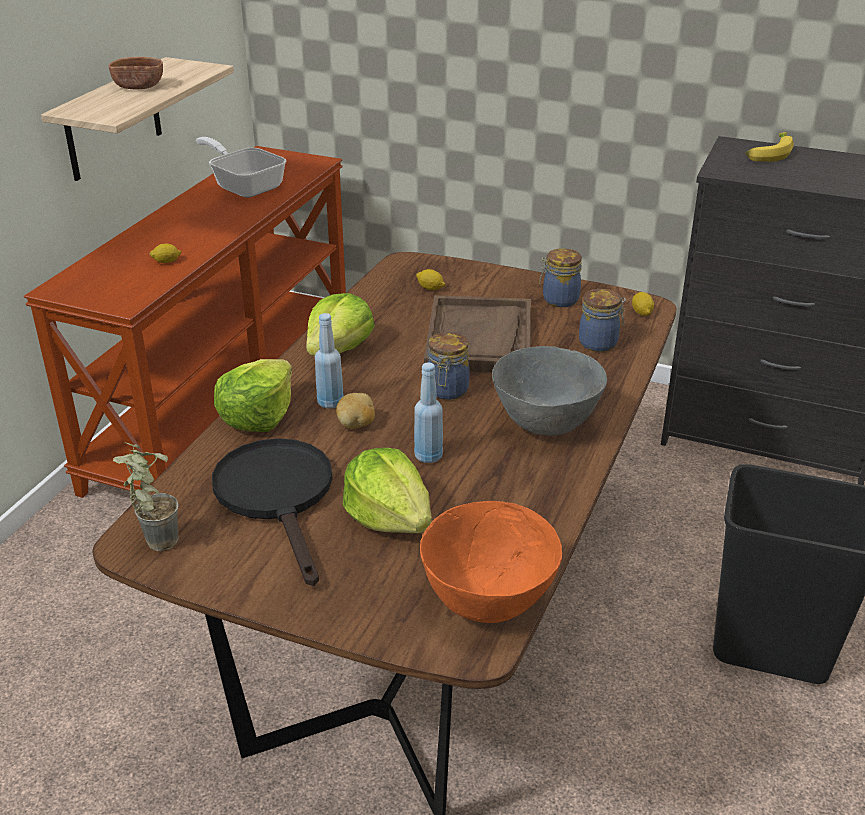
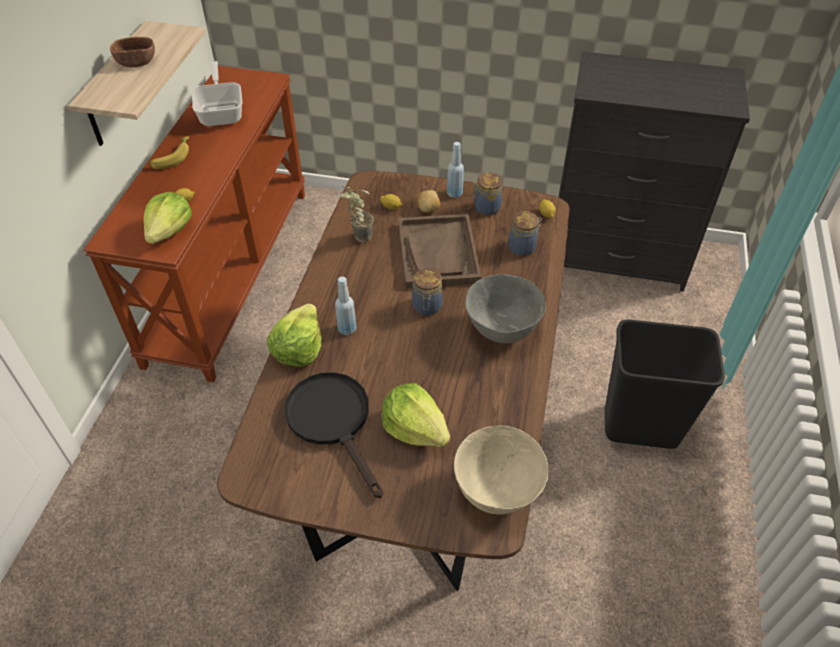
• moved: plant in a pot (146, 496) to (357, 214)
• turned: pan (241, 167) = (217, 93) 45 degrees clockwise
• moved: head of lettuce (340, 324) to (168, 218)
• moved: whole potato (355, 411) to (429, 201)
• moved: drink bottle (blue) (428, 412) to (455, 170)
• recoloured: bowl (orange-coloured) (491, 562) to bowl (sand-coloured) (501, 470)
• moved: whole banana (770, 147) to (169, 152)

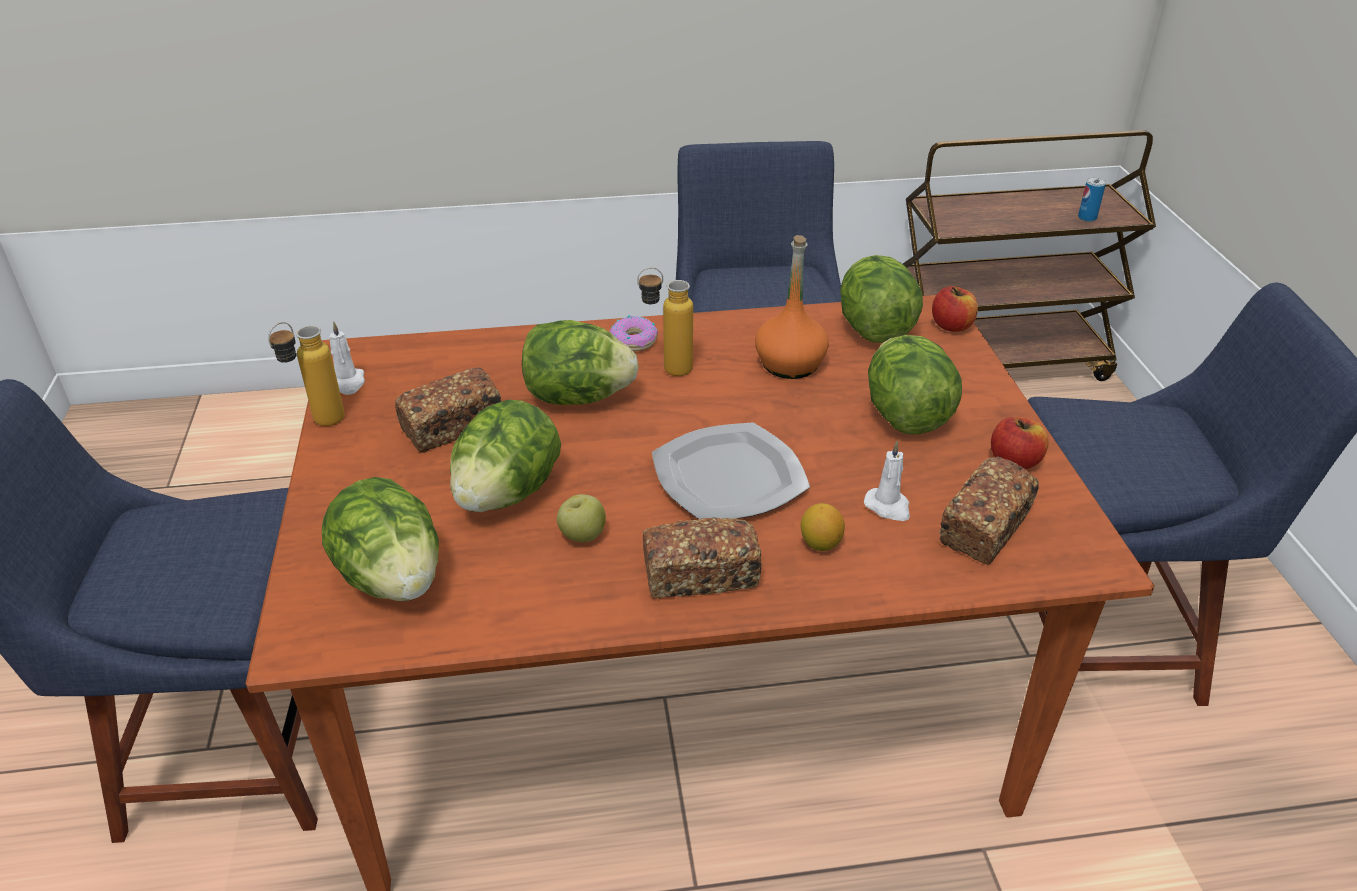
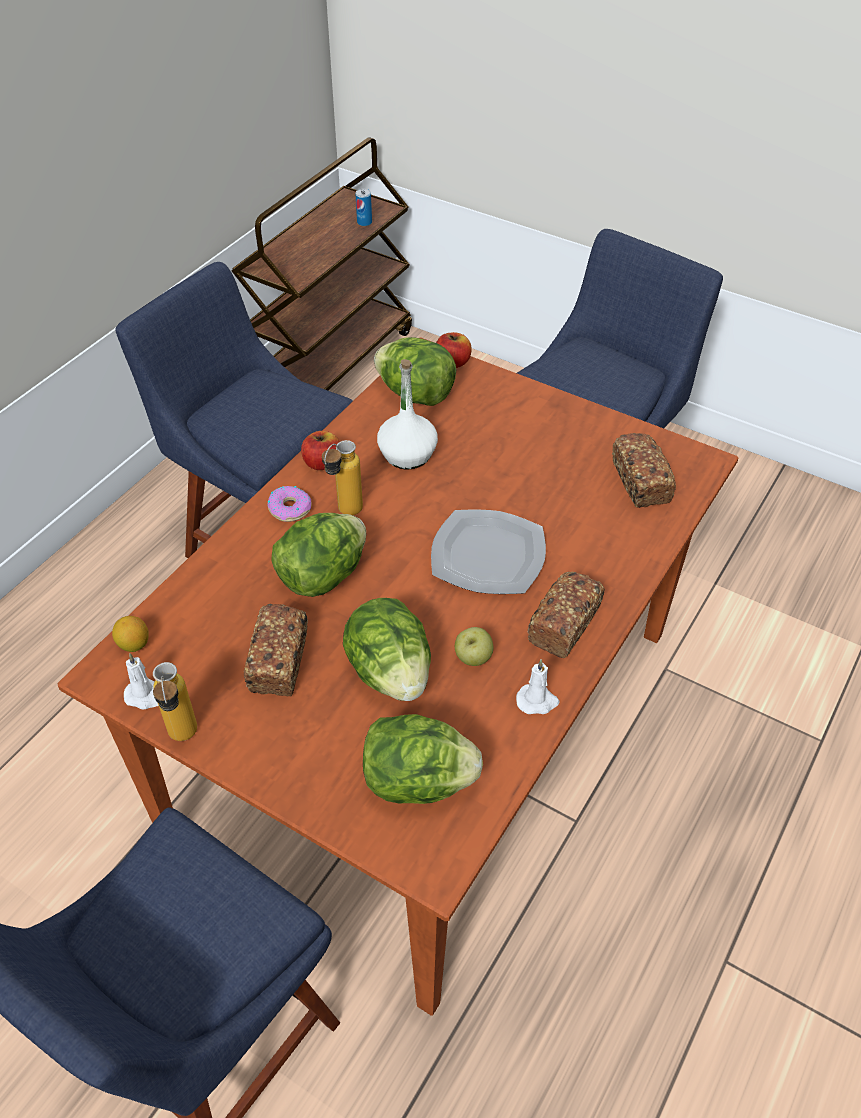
• recoloured: drink bottle (orange-coloured) (792, 307) to drink bottle (whitish) (407, 414)
• moved: lemon (822, 527) to (130, 634)
• moved: candle (whitish) (887, 481) to (538, 686)
• removed: head of lettuce (915, 385)
• moved: apple (1020, 443) to (320, 450)

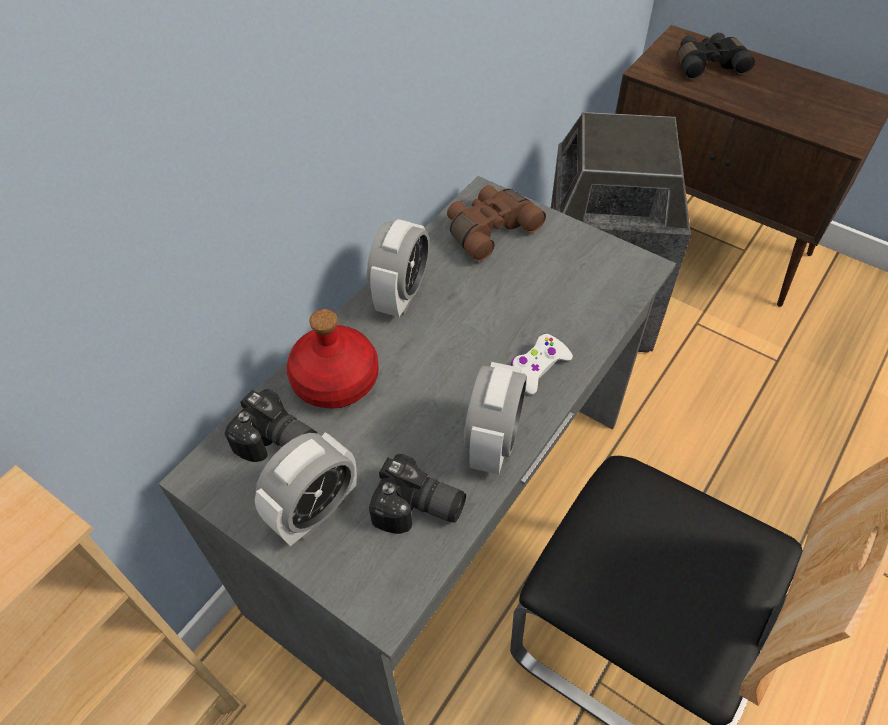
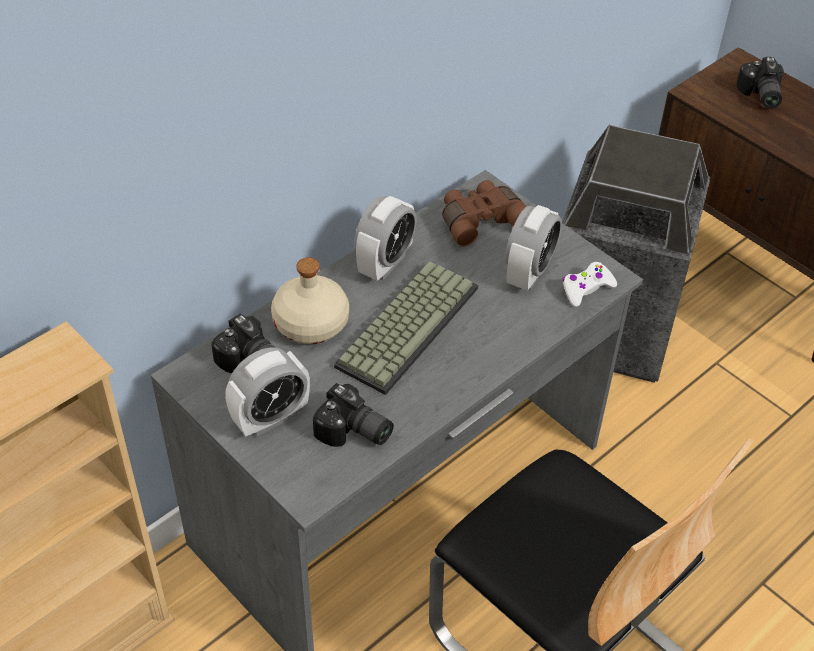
• recoloured: drink bottle (red) (333, 358) to drink bottle (sand-coloured) (310, 300)
• moved: alarm clock (495, 418) to (533, 248)
• moved: gamepad (whitish) (542, 364) to (590, 284)
• replaced: binoculars (black) (716, 56) to still camera (760, 83)
• added: keyboard (406, 328)

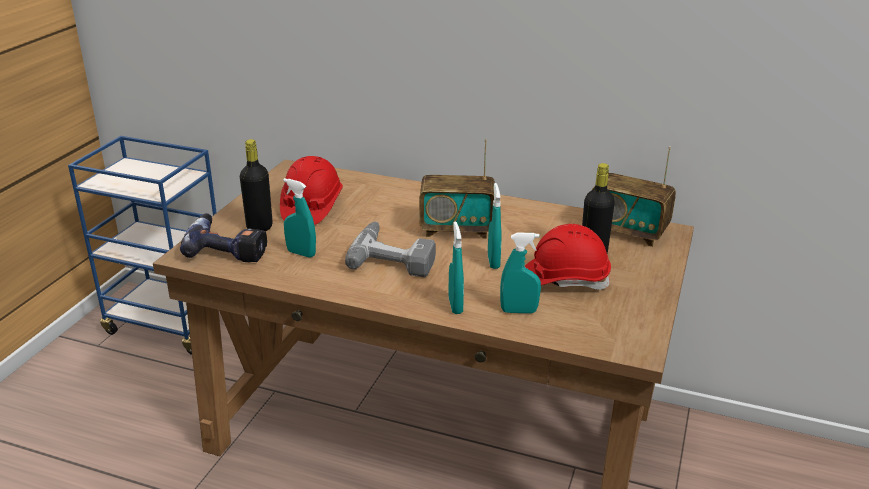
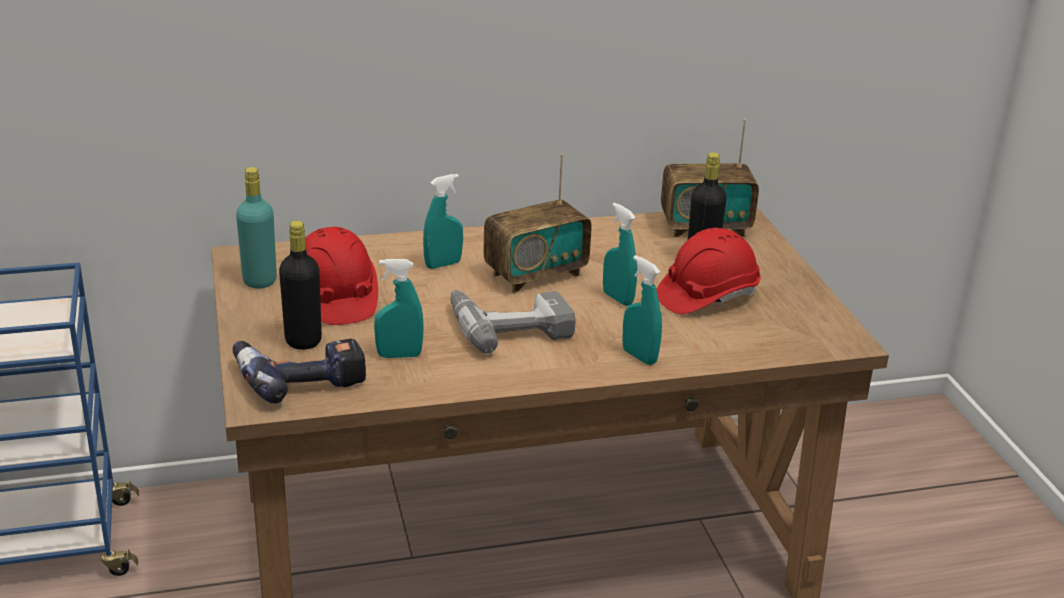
• moved: sprayer (turquoise) (520, 273) to (443, 221)
• added: drink bottle (turquoise) (256, 228)

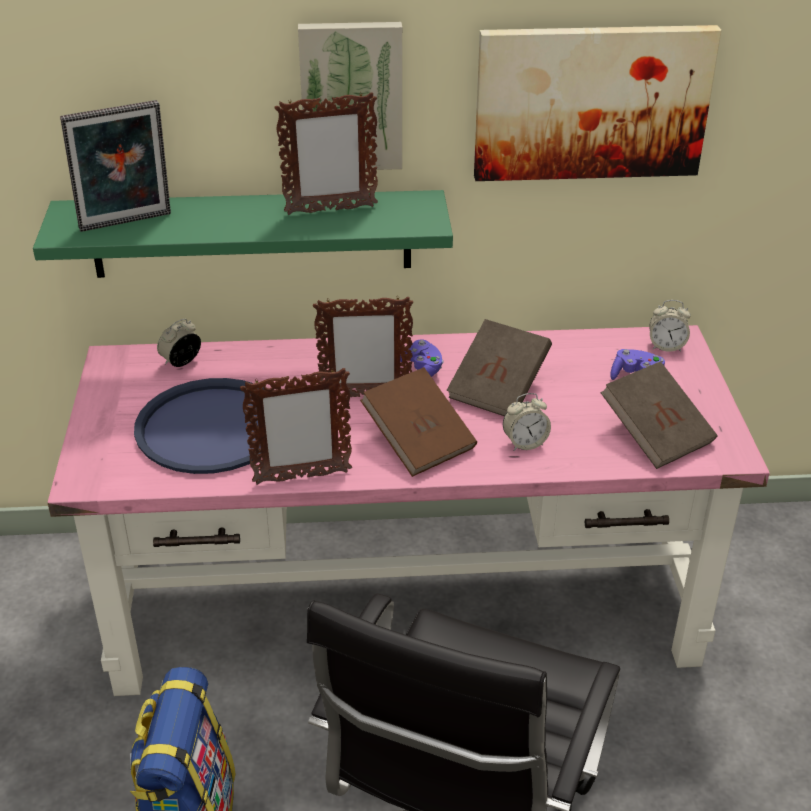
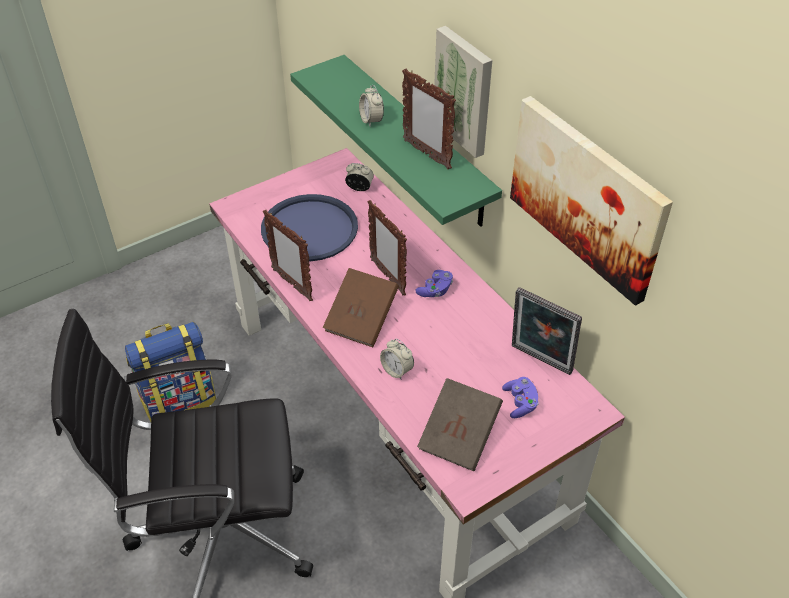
• moved: standing frame (115, 166) to (547, 331)
• removed: book (brownish) (499, 367)
• moved: alarm clock (670, 326) to (371, 105)

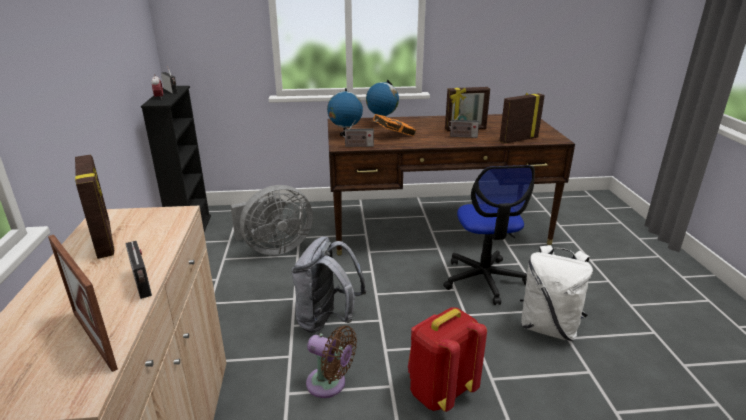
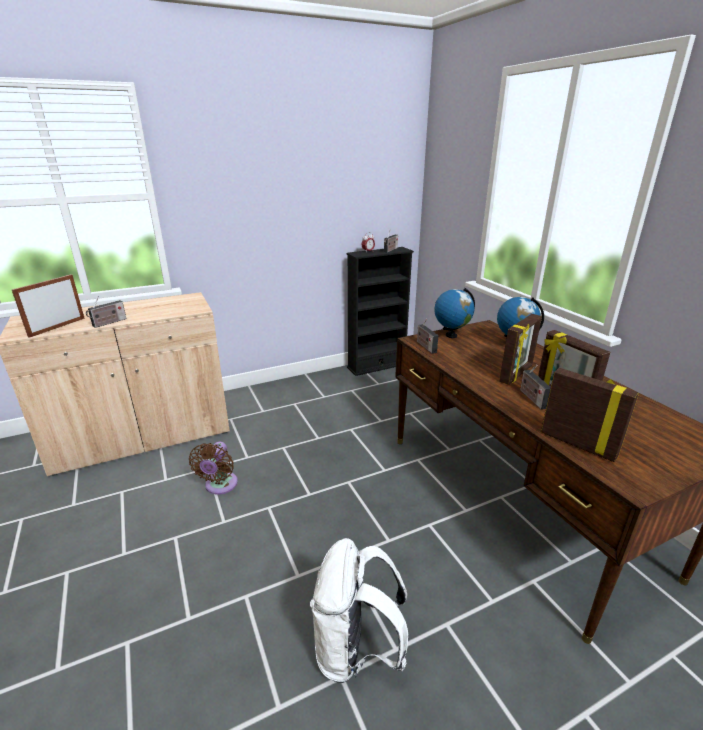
• moved: standing frame (95, 207) to (520, 349)
• removed: fan (greyish) (271, 220)
• removed: knapsack (greyish) (328, 284)
• removed: book (orange-coloured) (394, 125)
• removed: knapsack (red) (447, 359)
• removed: computer chair (489, 235)

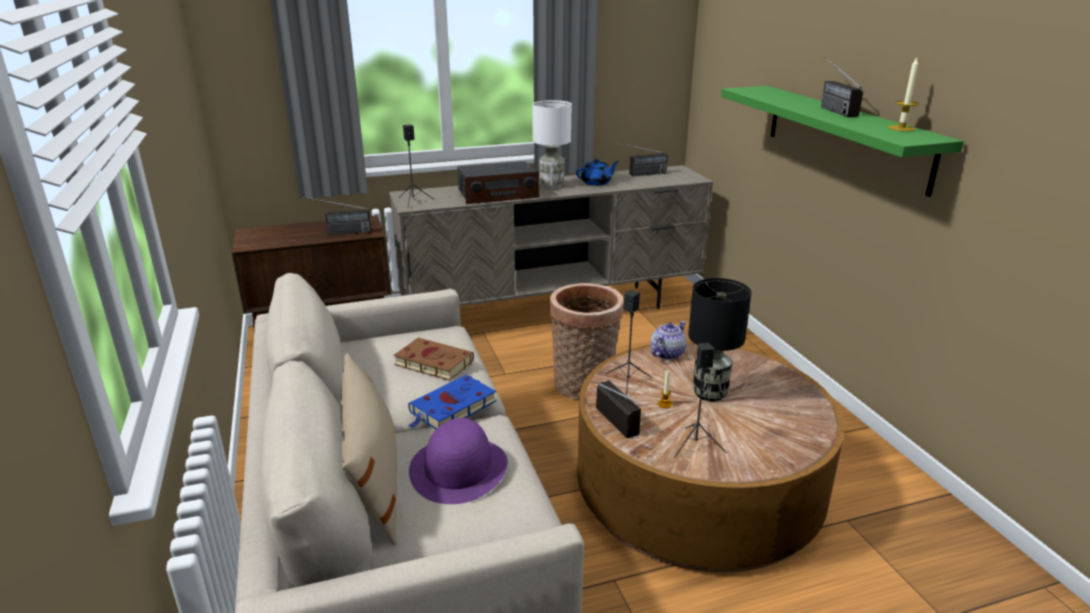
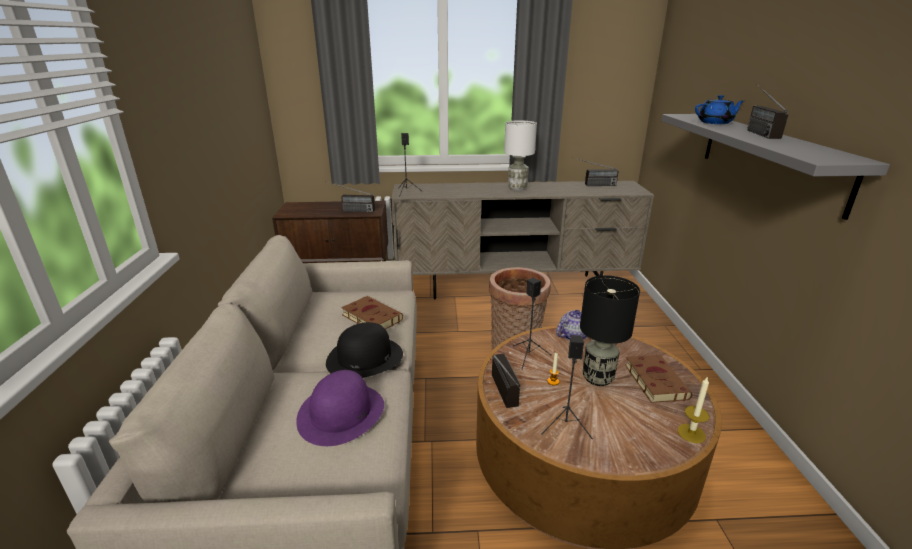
• removed: throw pillow (sand-coloured) (368, 449)
• replaced: book (blue) (452, 402) to clothing hat (black) (364, 350)
• removed: radio set (498, 182)
• moved: pot for tea (blue) (597, 172) to (720, 109)
• recoloured: wall shelf (greenish) (842, 141) to wall shelf (greyish) (775, 167)
• moved: candle (903, 94) to (693, 409)
• added: book (brownish) (658, 379)

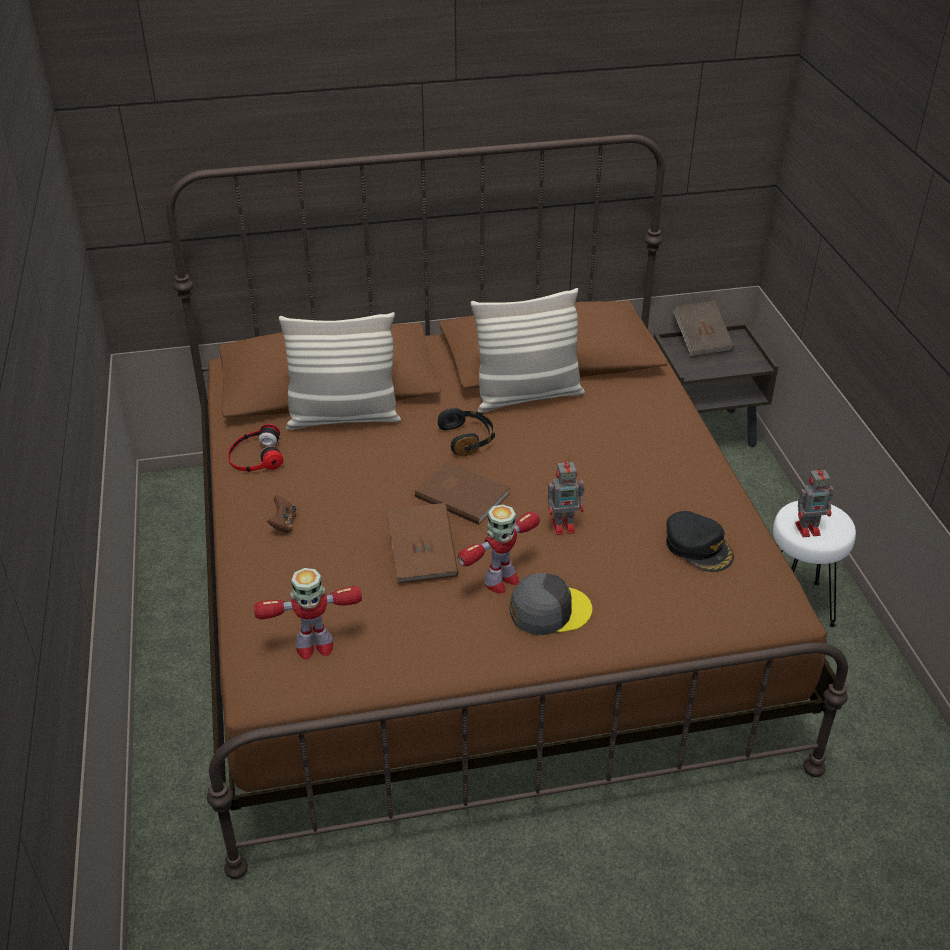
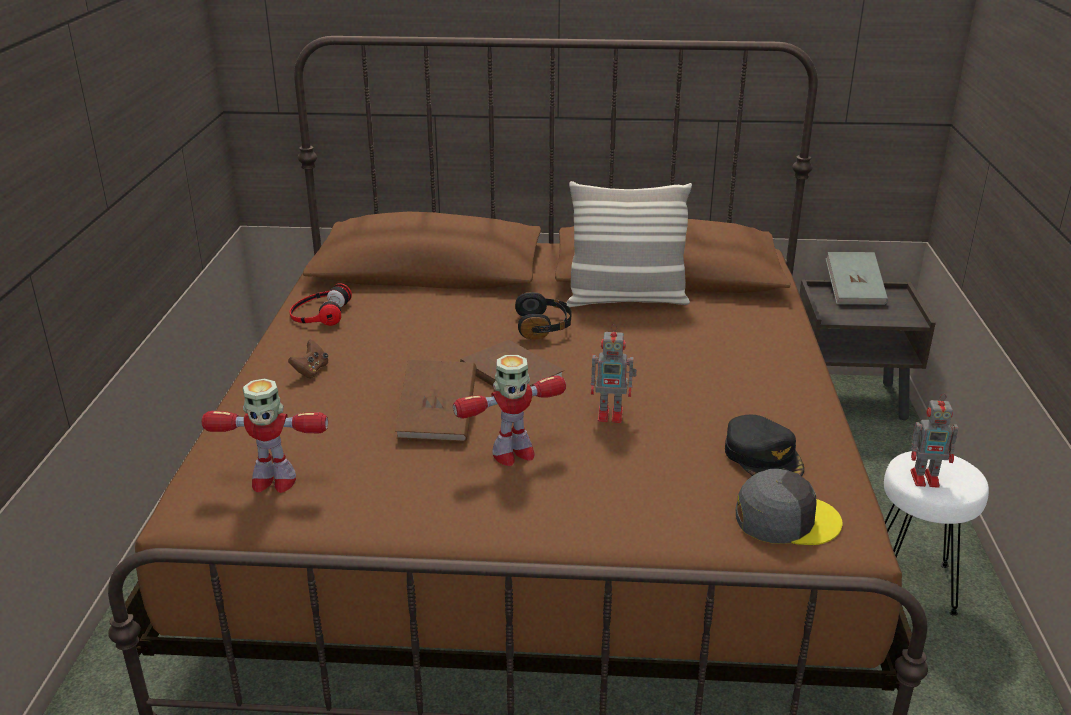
• removed: throw pillow (340, 371)
• moved: cap (greyish) (551, 604) to (789, 507)
• recoloured: book (brownish) (703, 329) to book (greyish) (856, 278)

